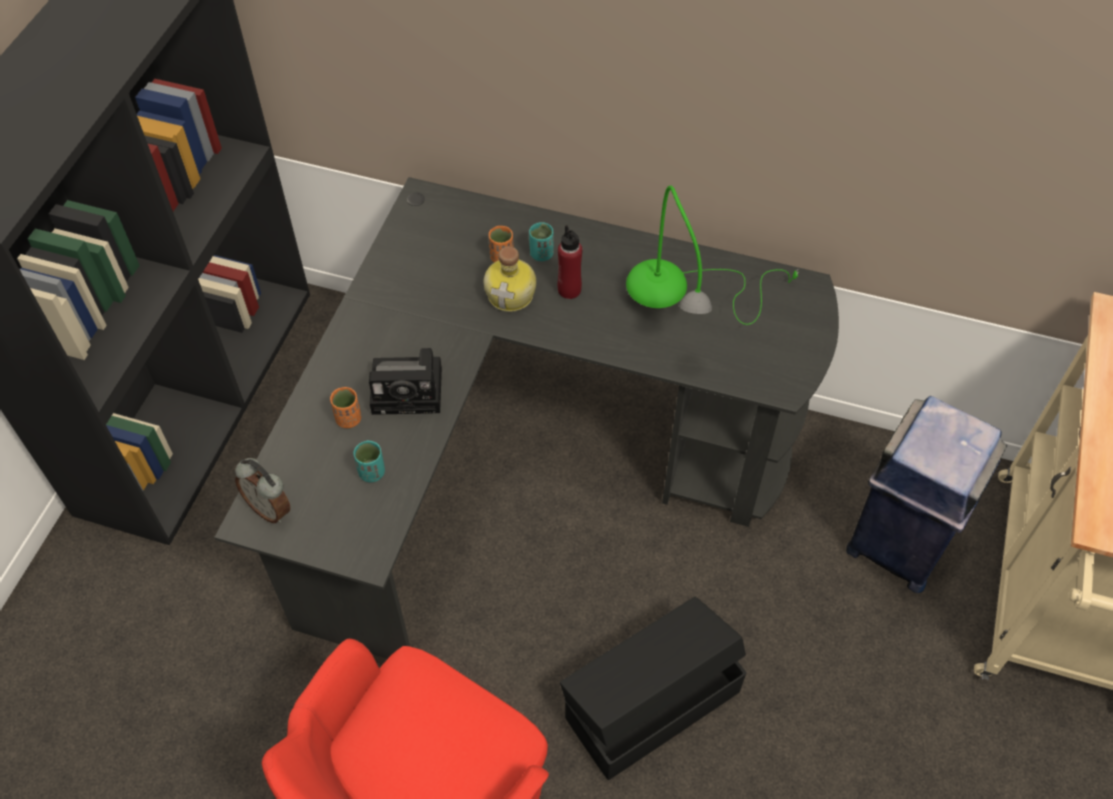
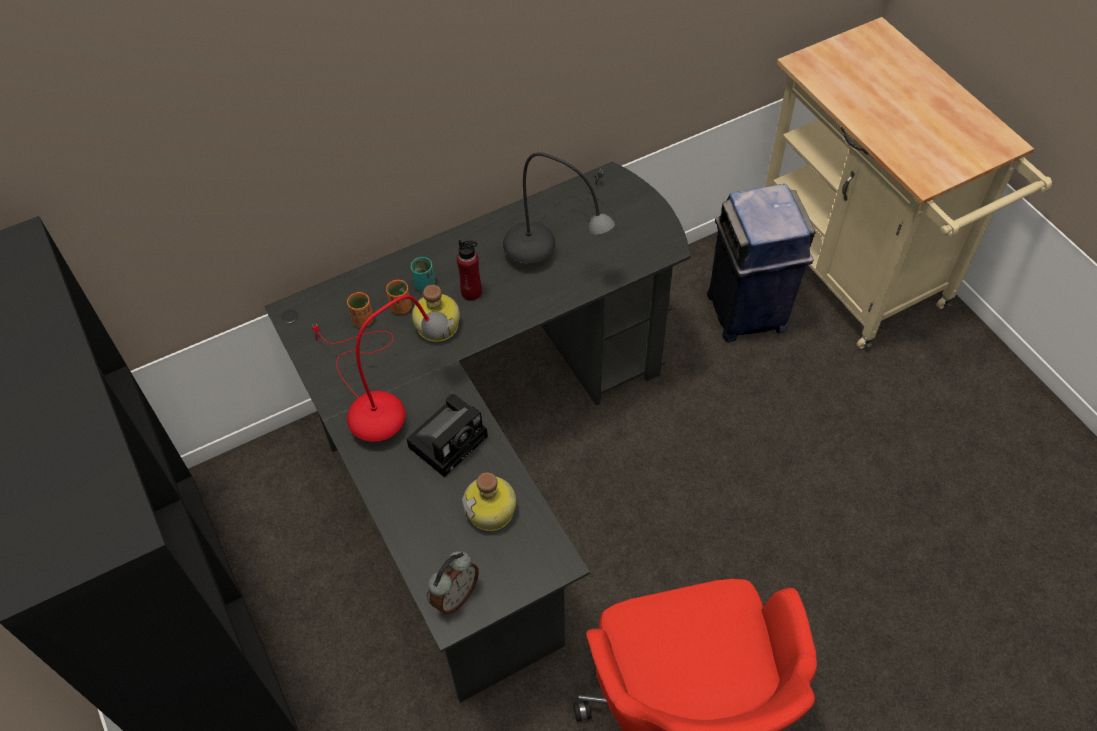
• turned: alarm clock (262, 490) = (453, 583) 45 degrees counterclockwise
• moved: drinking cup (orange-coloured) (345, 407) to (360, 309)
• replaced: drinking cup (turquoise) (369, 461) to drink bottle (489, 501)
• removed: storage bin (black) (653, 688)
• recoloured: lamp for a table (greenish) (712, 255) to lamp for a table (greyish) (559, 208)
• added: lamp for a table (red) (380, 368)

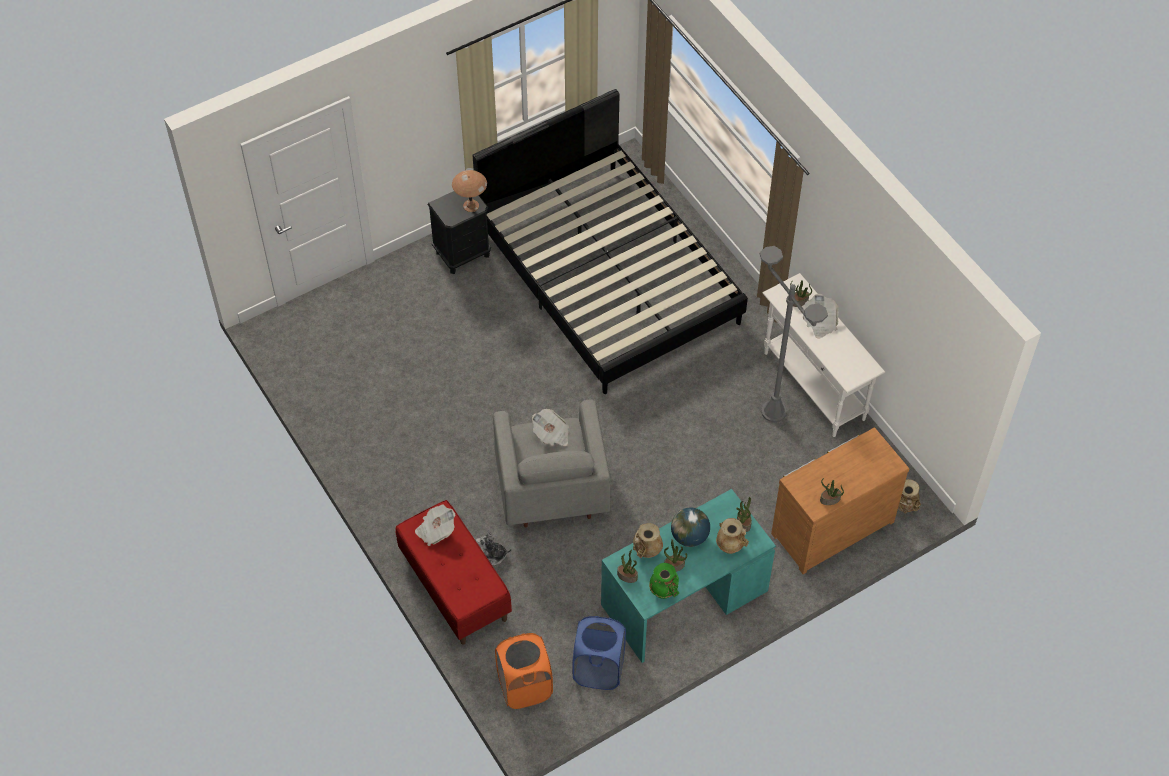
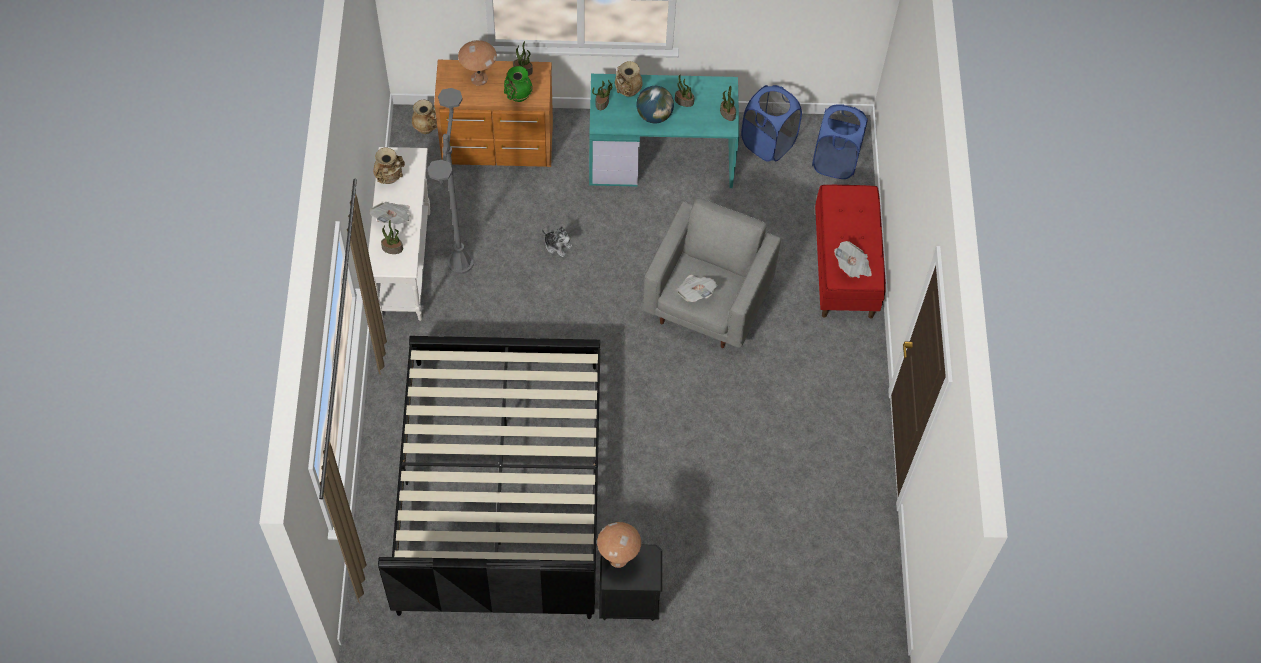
• moved: cuddly toy (494, 547) to (557, 241)
• recoloured: washing basket (orange-coloured) (524, 671) to washing basket (blue) (840, 141)
• moved: vase (sand-coloured) (648, 540) to (389, 165)
• moved: vase (greenish) (664, 581) to (518, 84)
• added: lamp for a table (brownish) (477, 63)

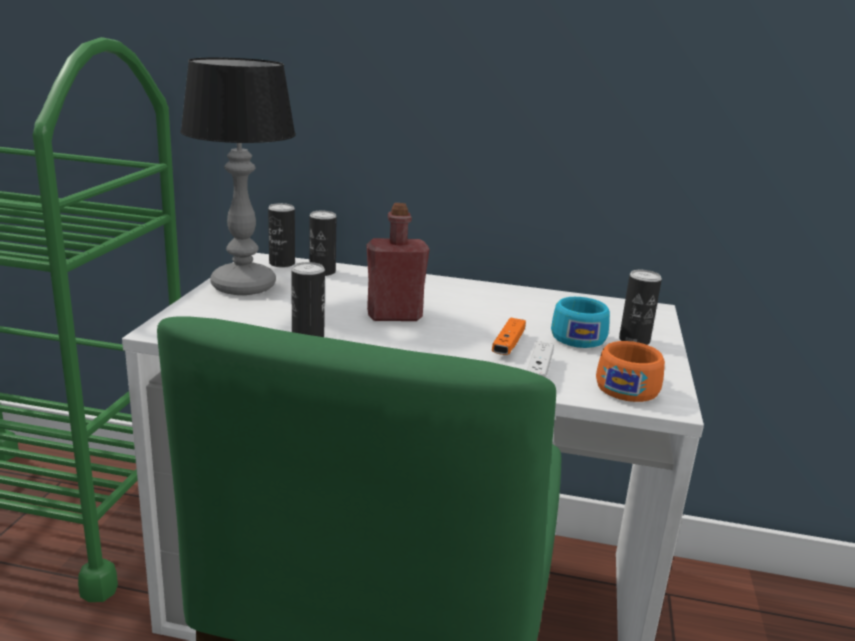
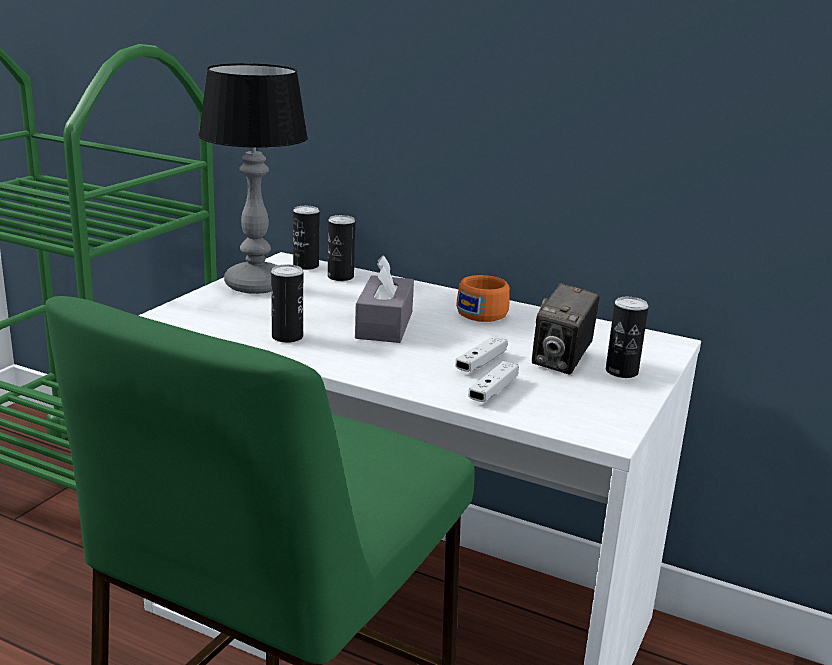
• replaced: drink bottle (red) (398, 262) to box of tissues (greyish) (384, 299)
• recoloured: gamepad (orange-coloured) (509, 336) to gamepad (whitish) (481, 354)
• replaced: drinking cup (turquoise) (580, 322) to still camera (565, 329)
• moved: drinking cup (orange-coloured) (630, 371) to (483, 298)

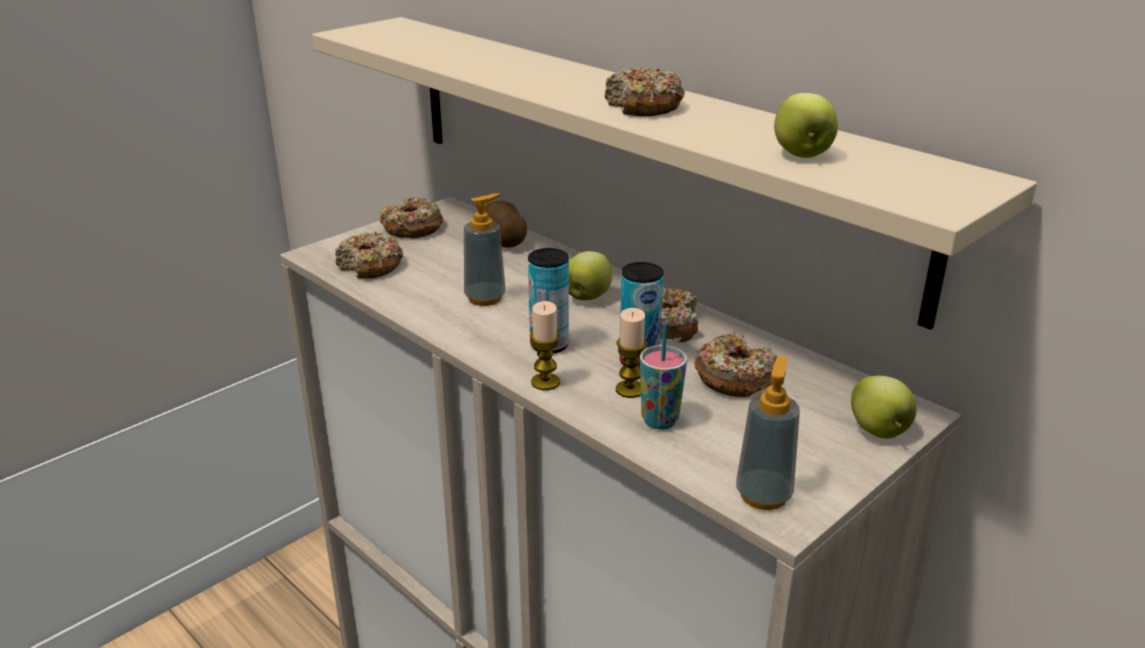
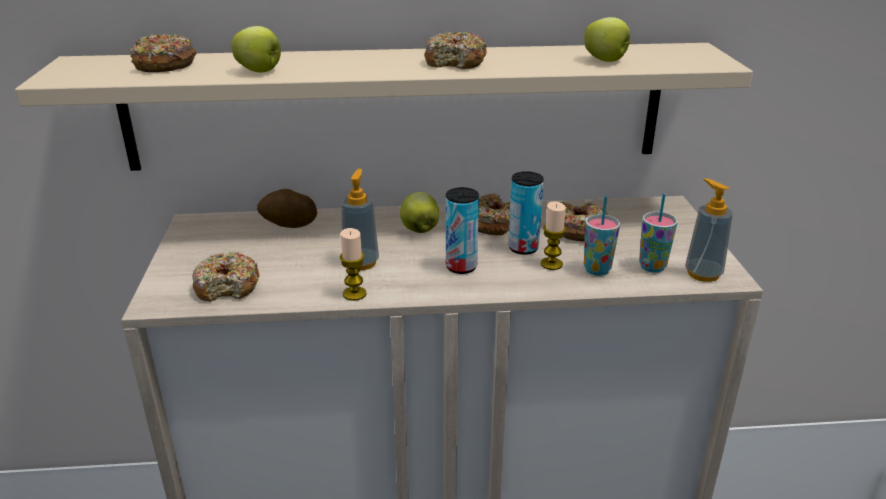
• moved: ring doughnut (411, 217) to (163, 53)
• moved: candle (545, 345) to (353, 264)
• moved: apple (884, 407) to (256, 49)
• added: drinking cup (658, 233)

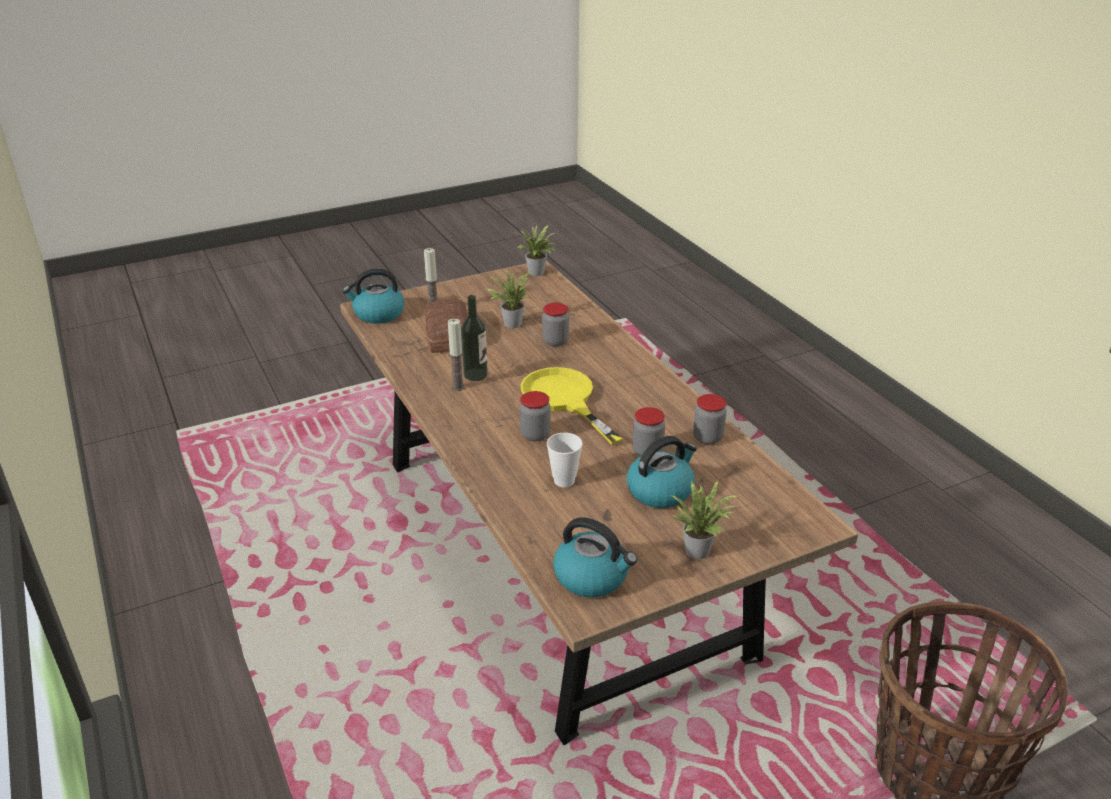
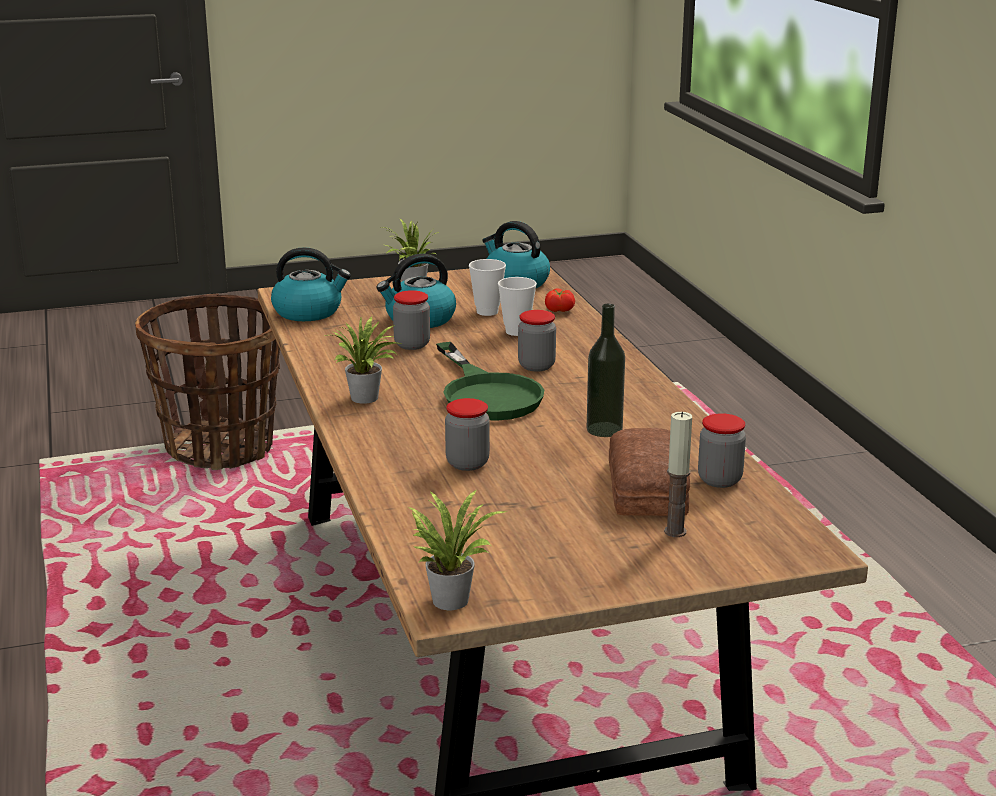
• moved: kettle (374, 296) to (311, 284)
• removed: candle (456, 355)
• moved: plant in a pot (509, 298) to (363, 360)
• recoloured: pan (yellow) (572, 406) to pan (greenish) (490, 381)
• moved: storage jar (710, 419) to (722, 450)
• added: drinking cup (487, 287)
• added: fresh tomato (560, 300)

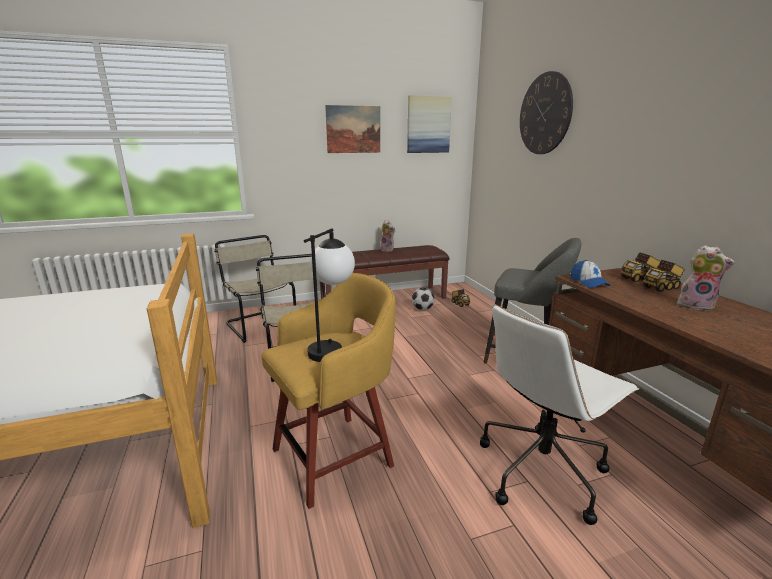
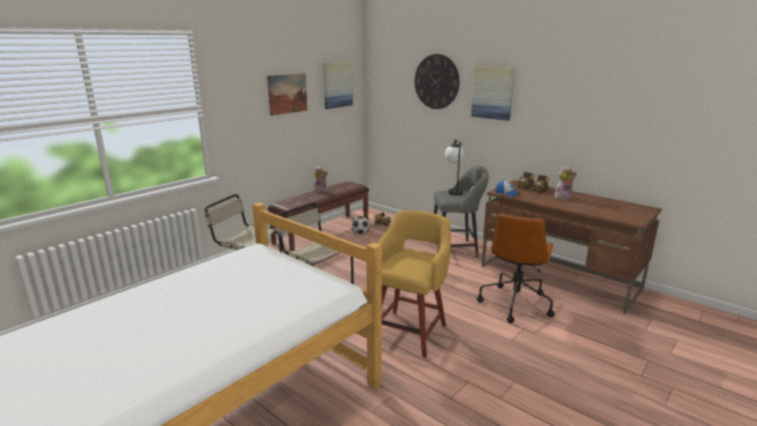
• moved: lamp for a table (329, 295) to (454, 167)
• recoloured: computer chair (whitish) (559, 414) to computer chair (brownish) (516, 268)
• added: wall picture (493, 94)

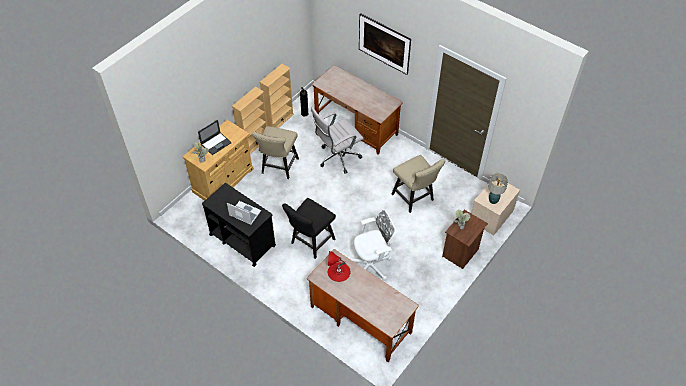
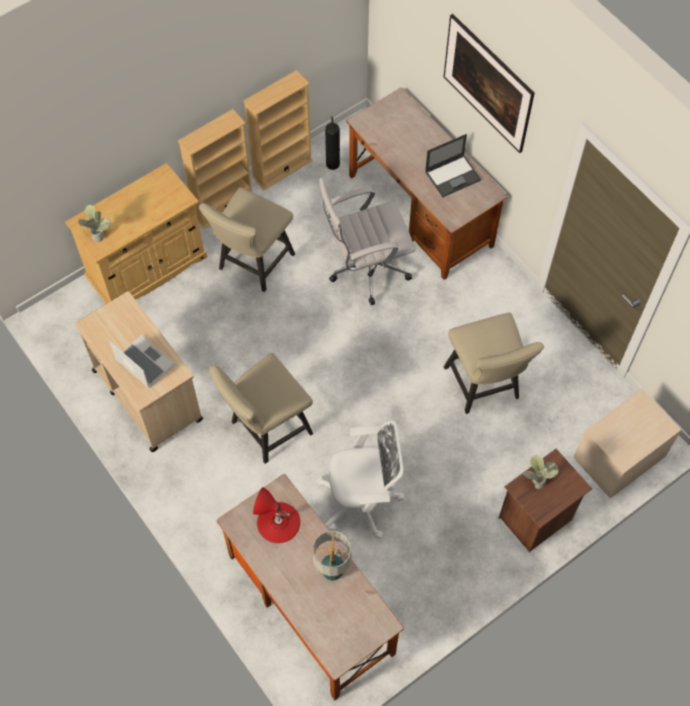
• moved: laptop (214, 137) to (453, 165)
• recoloured: wheeled cart (black) (239, 225) to wheeled cart (sand-coloured) (139, 371)
• recoloured: plain chair (black) (309, 228) to plain chair (sand-coloured) (261, 408)
• moved: lamp for a table (498, 188) to (332, 555)

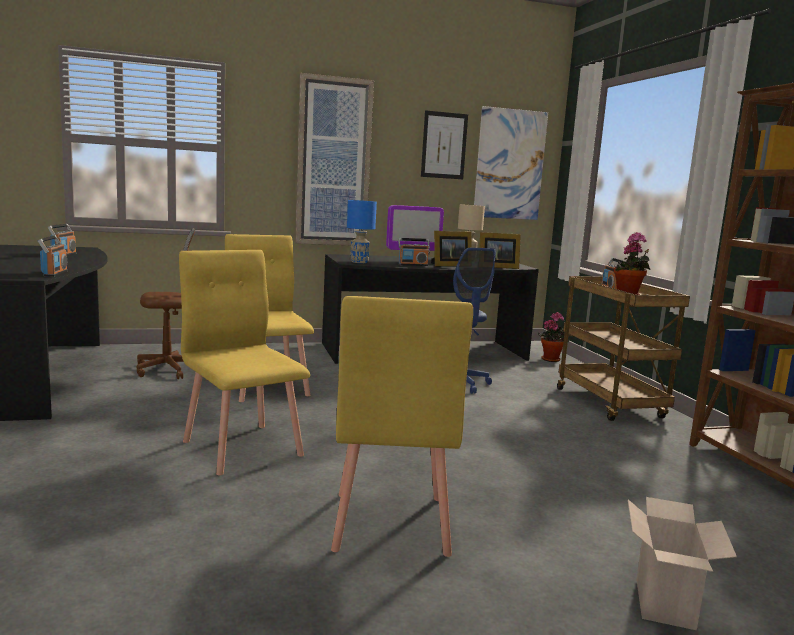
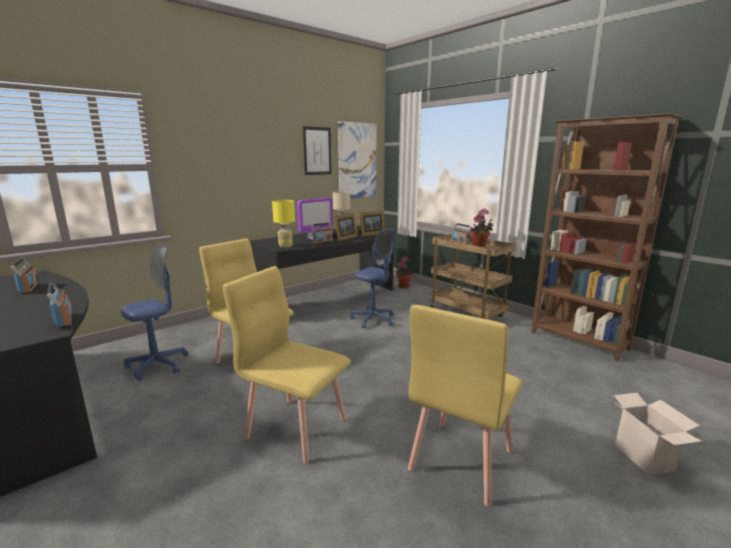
• recoloured: computer chair (brownish) (166, 303) to computer chair (blue) (155, 312)
• removed: wall picture (334, 159)
• turned: plain chair (yellow) (402, 426) = (465, 406) 60 degrees clockwise
• recoloured: lamp for a table (blue) (362, 231) to lamp for a table (yellow) (283, 224)

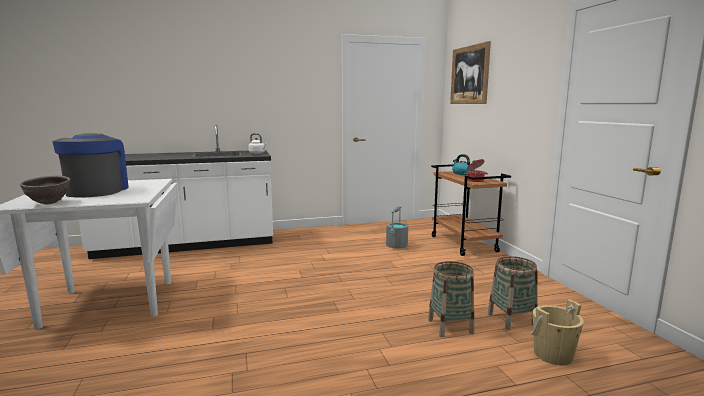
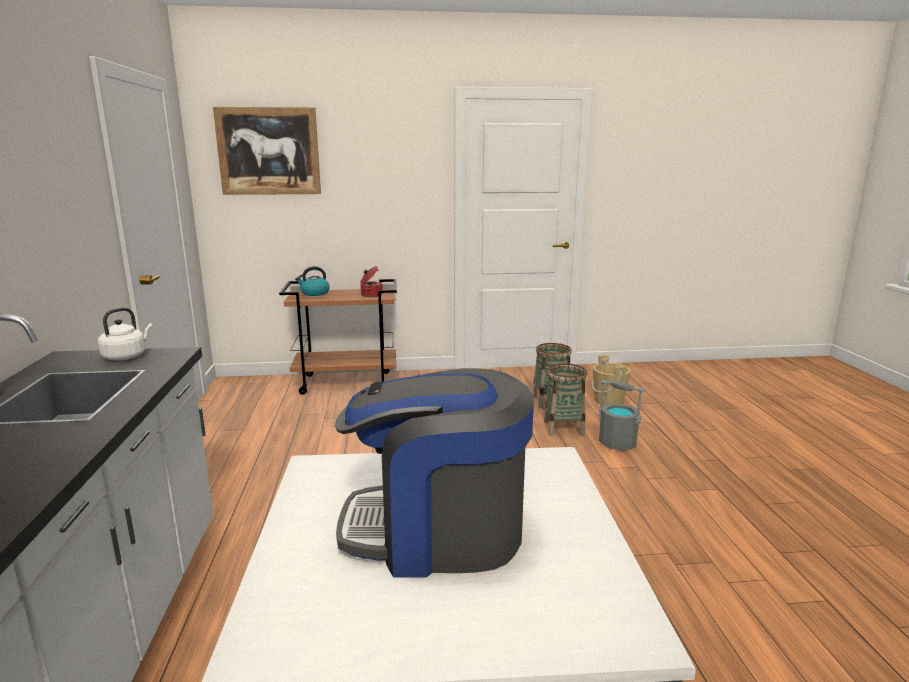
• removed: bowl (brownish) (45, 190)
• moved: pail (greyish) (397, 227) to (621, 415)

